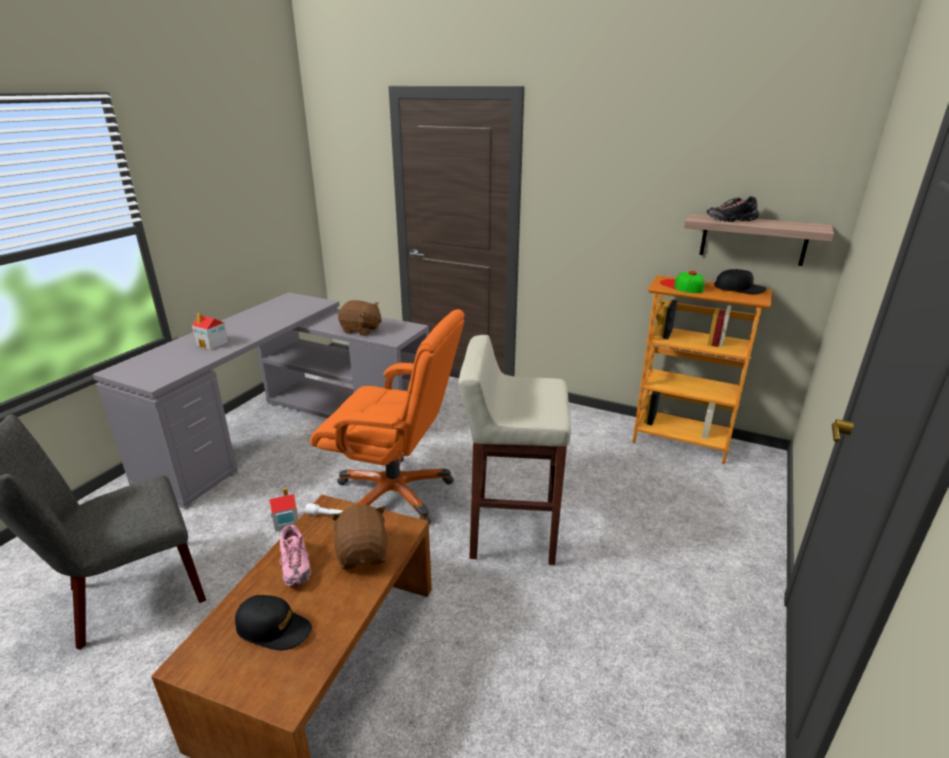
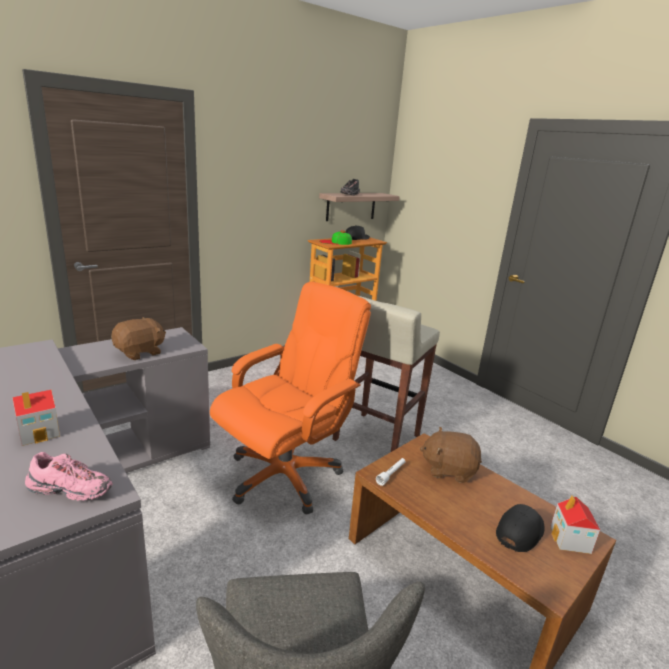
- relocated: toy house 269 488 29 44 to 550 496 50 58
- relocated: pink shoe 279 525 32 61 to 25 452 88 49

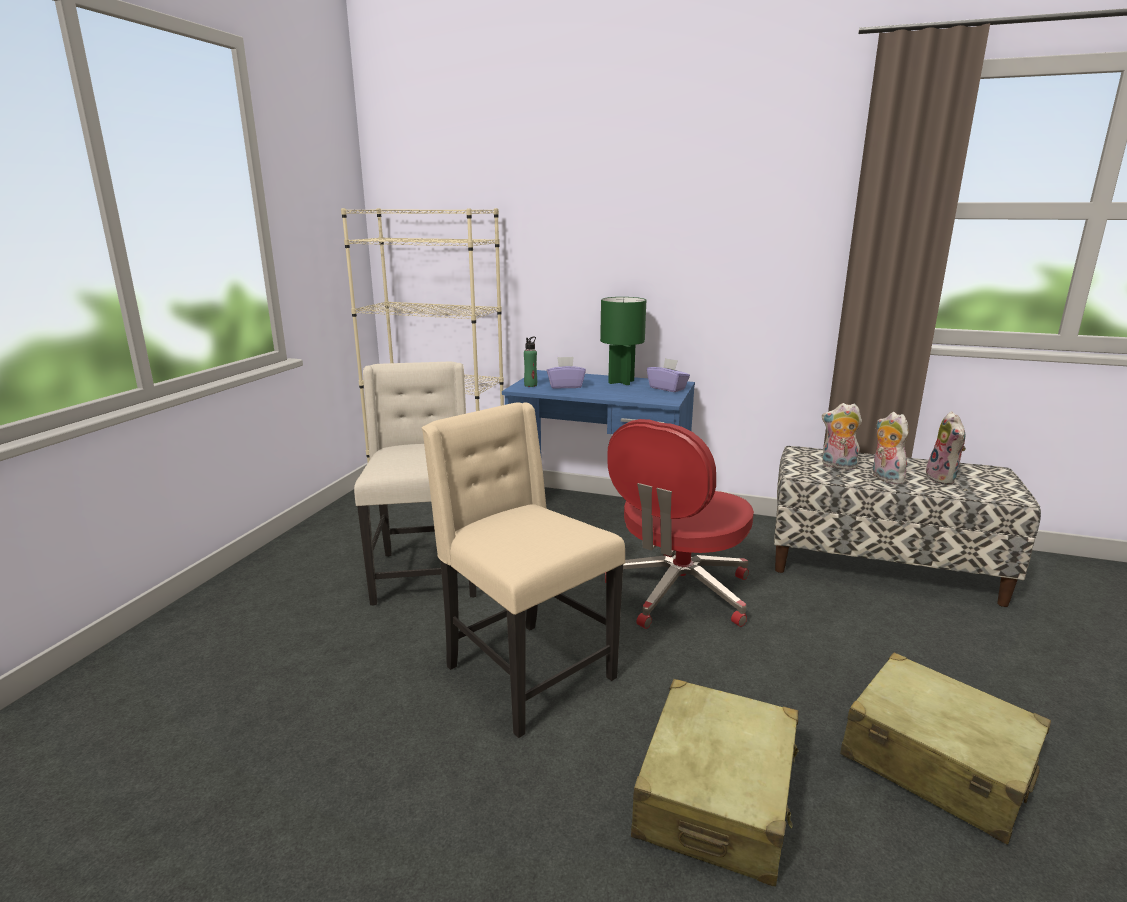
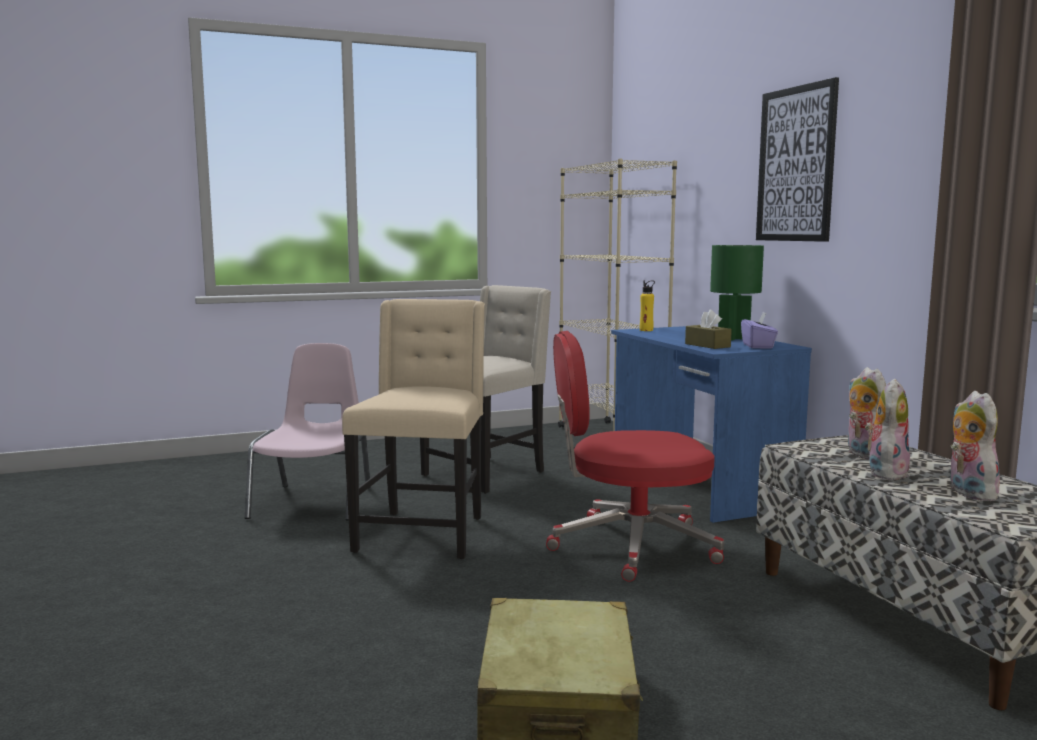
- colour: green bottle 524 337 13 50 to yellow bottle 640 280 15 51
- missing: purple tissue box 546 357 40 32
- spun: plush toy 926 411 40 74 = 950 391 50 110 120 degrees clockwise
- missing: beige suitcase 631 679 168 207
- appeared: picture 756 77 83 165
- appeared: brown tissue box 685 310 47 39
- appeared: pink chair 245 343 125 177

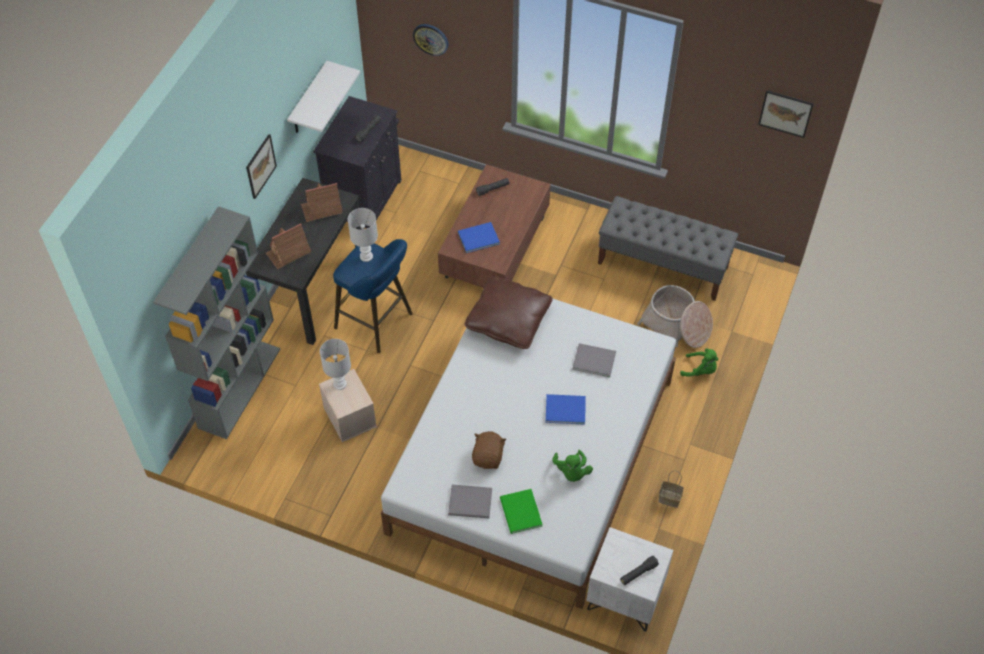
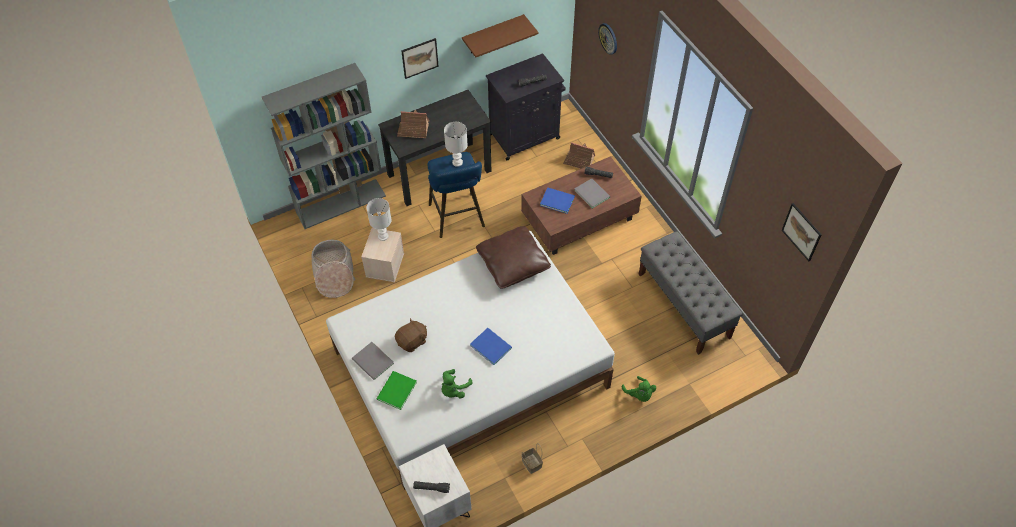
- colour: white shelf 287 61 73 72 to brown shelf 462 14 77 44
- relocated: toy house 301 183 42 39 to 563 142 32 27
- relocated: basket 637 285 76 63 to 311 240 45 58
- relocated: grey book 572 343 44 34 to 574 178 36 31

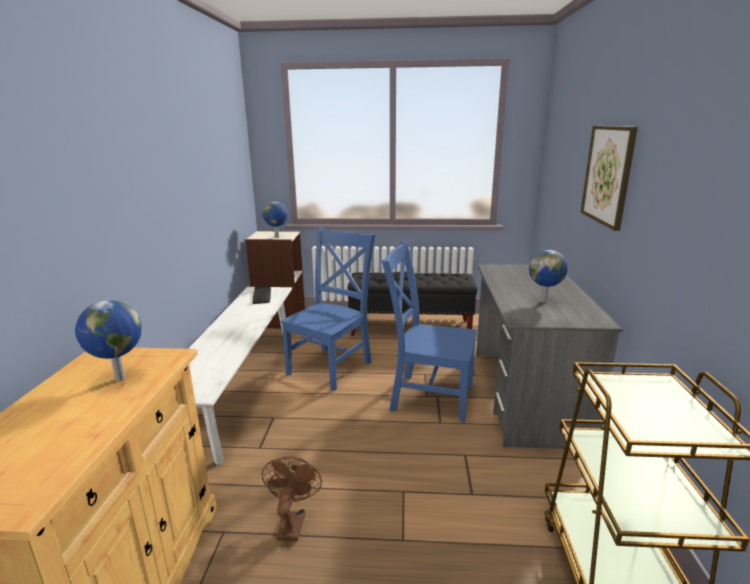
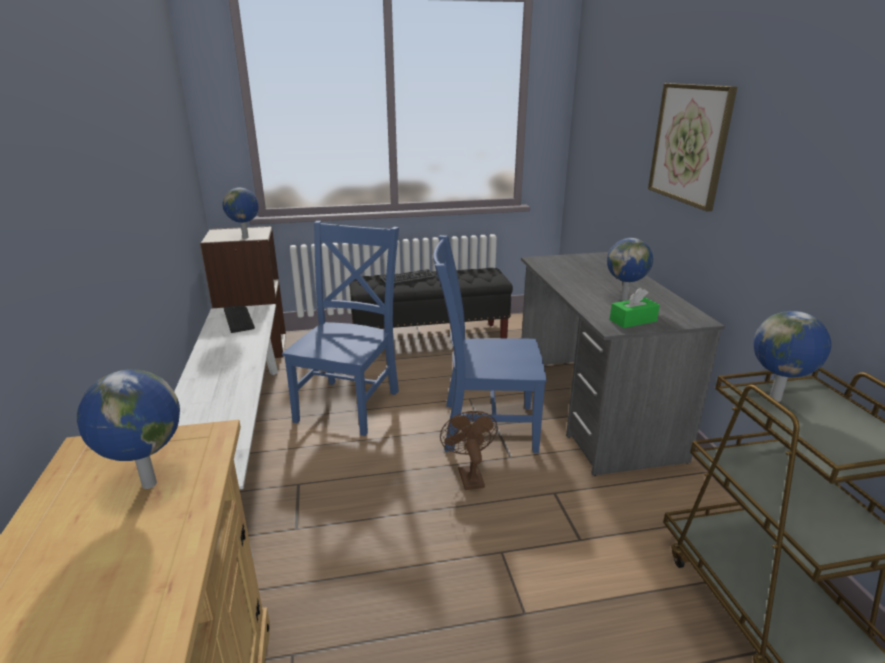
- relocated: brown fan 262 456 60 86 to 440 411 58 79
- appeared: green tissue box 610 288 50 40
- appeared: globe 753 311 78 91

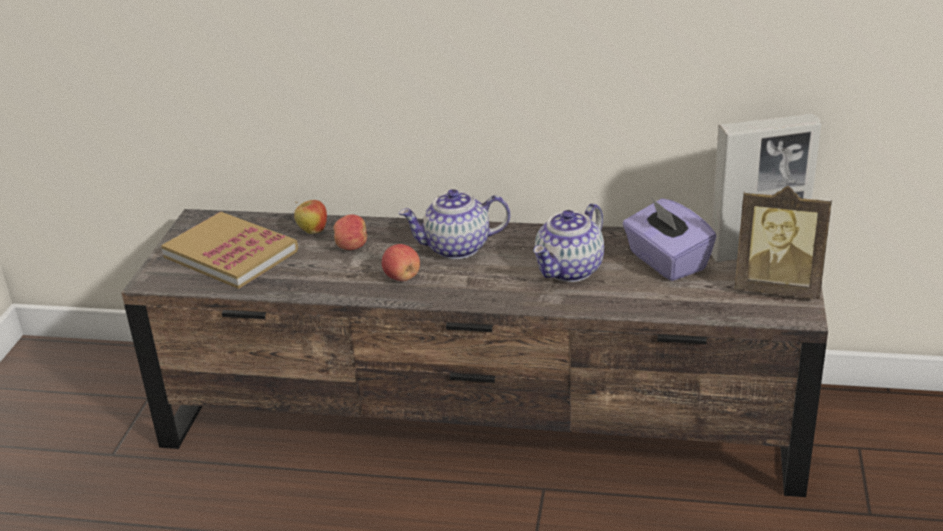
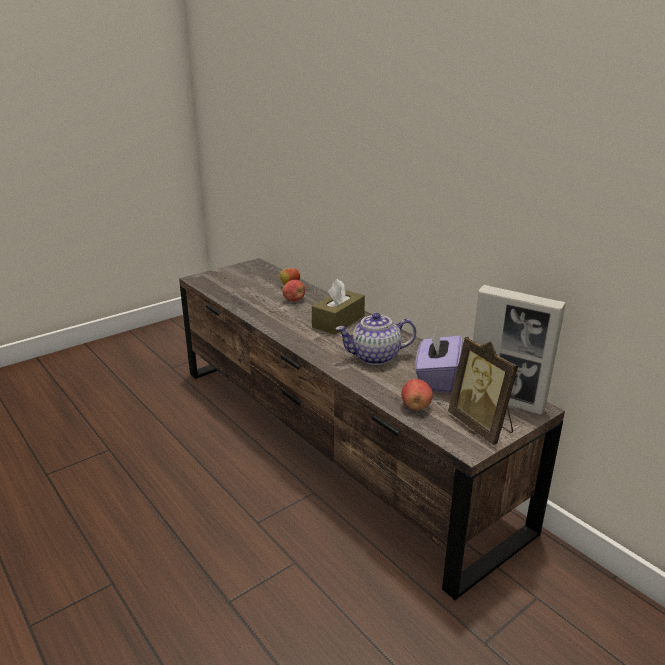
- exchanged: teapot 399 189 111 70 to brown tissue box 312 279 53 56
- missing: book 161 212 137 77
- relocated: apple 382 244 38 37 to 401 379 32 31

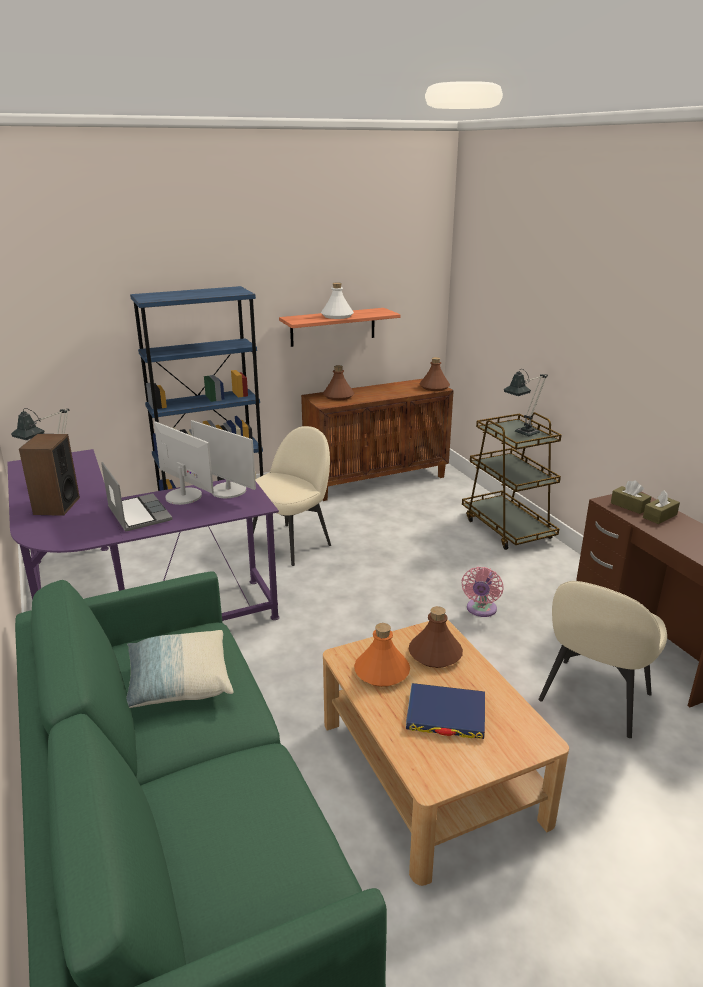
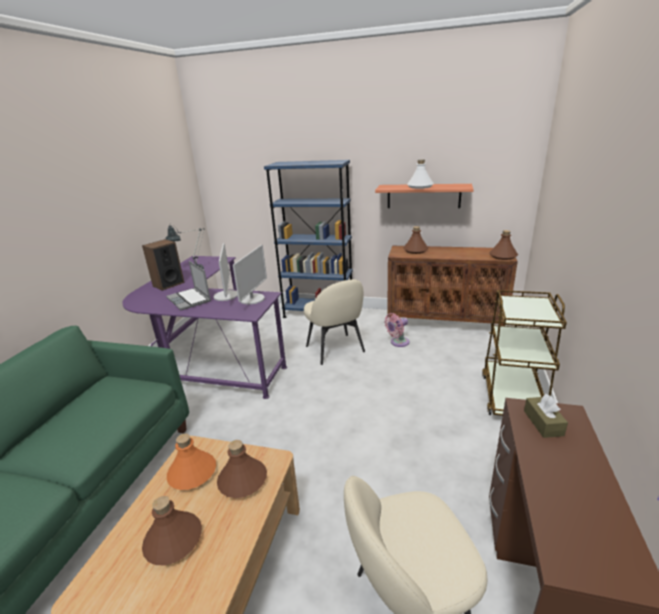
- missing: table lamp 504 369 44 67
- spun: monitor 191 420 65 78 = 233 245 34 60 150 degrees counterclockwise
- spun: beige chair 253 426 78 140 = 304 279 61 86 75 degrees clockwise
- spun: laptop 101 462 72 69 = 166 261 45 49 135 degrees clockwise
- missing: brown tissue box 643 490 37 34
- relocated: pink fan 462 567 41 50 to 384 313 25 34
- missing: pillow 126 630 107 78
- exchanged: blue book 406 683 79 56 to brown bottle 142 496 60 69

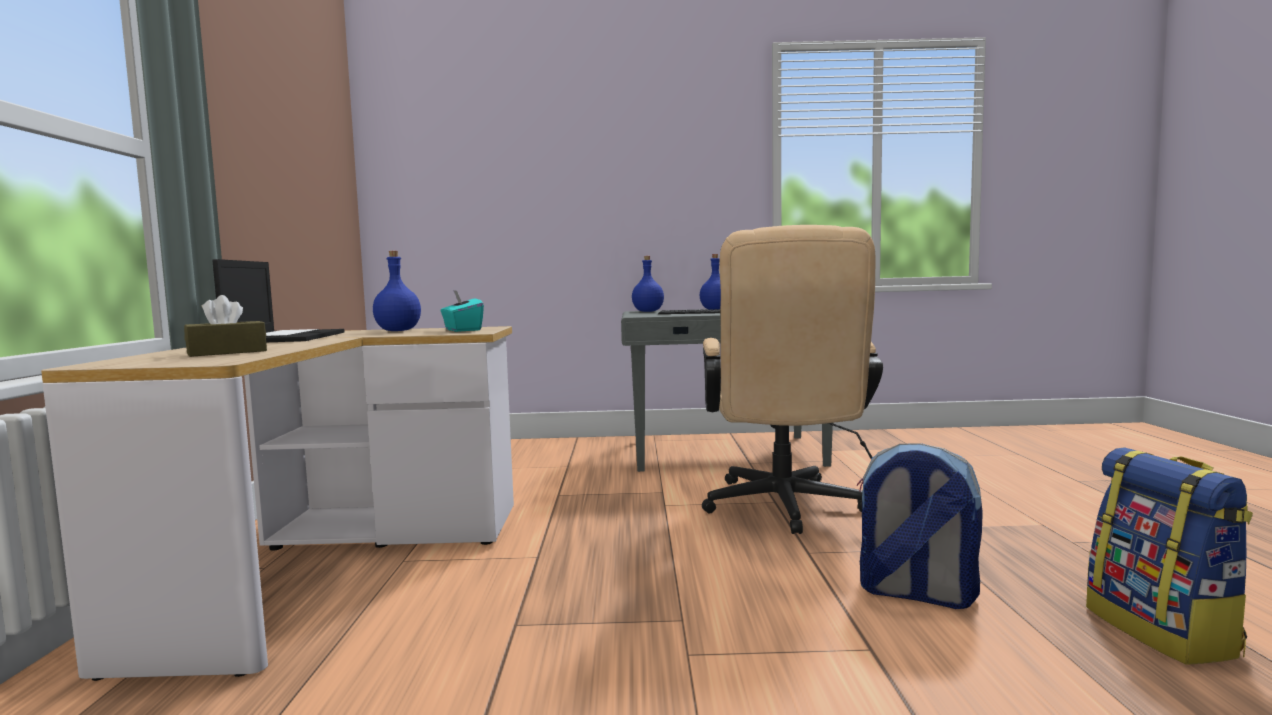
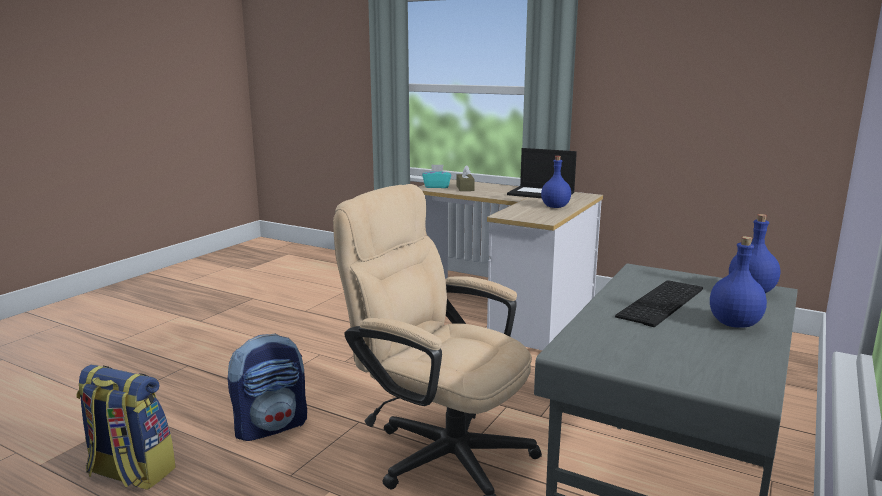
- relocated: turquoise tissue box 441 290 43 42 to 422 164 29 24

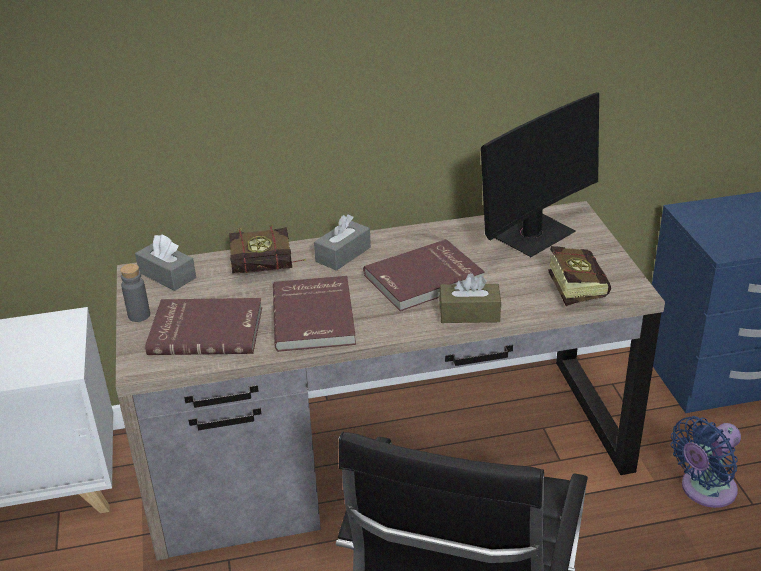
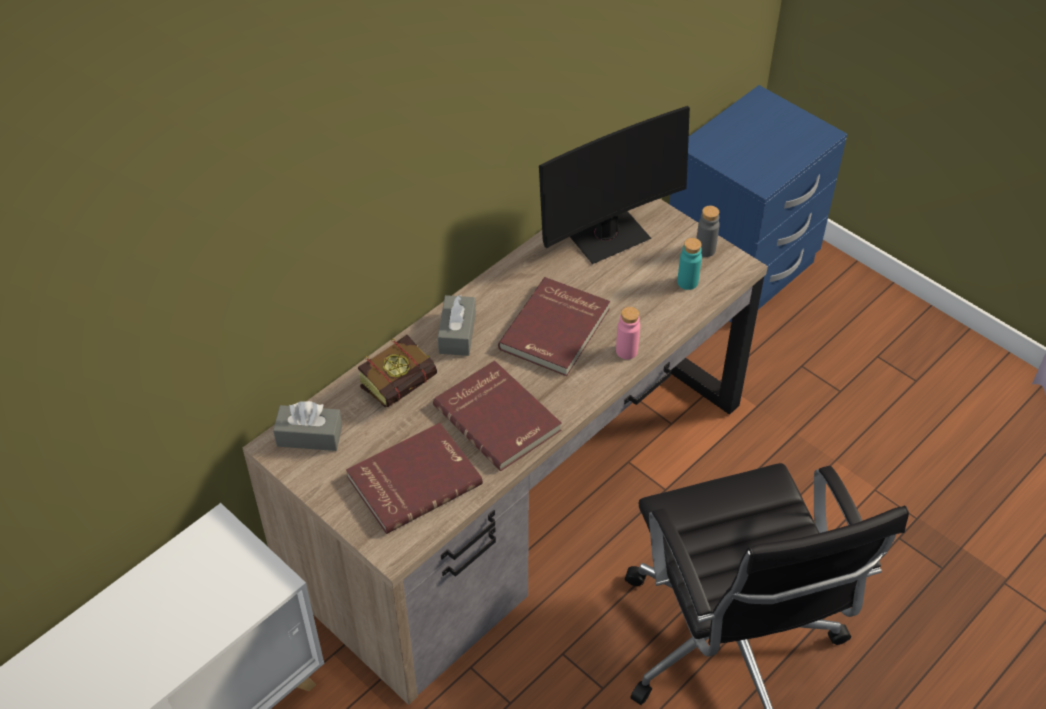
- spun: monitor 481 92 118 165 = 539 106 151 158 45 degrees clockwise
- exchanged: book 549 246 62 60 to turquoise bottle 677 238 25 52
- relocated: grey bottle 120 264 30 58 to 696 206 24 51
- exchanged: brown tissue box 439 273 62 50 to pink bottle 616 307 24 52
- missing: blue fan 671 416 70 92

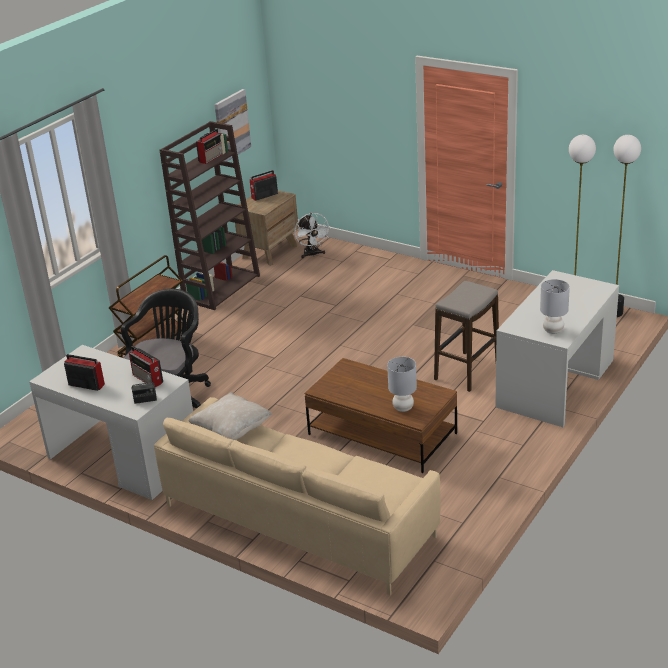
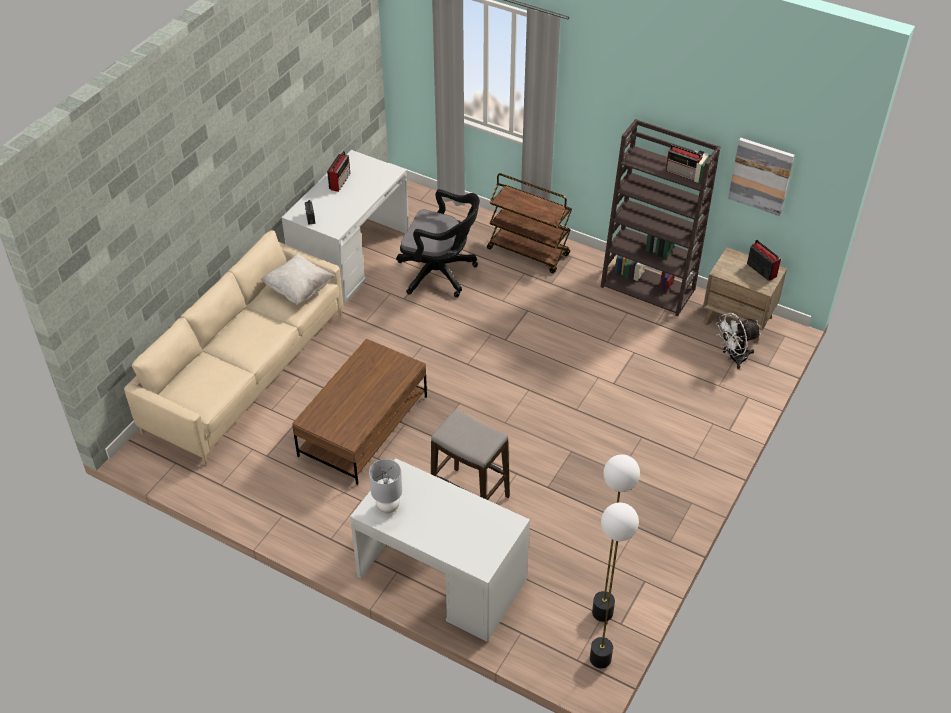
- missing: radio 129 346 34 41
- missing: grey table lamp 387 357 30 55

